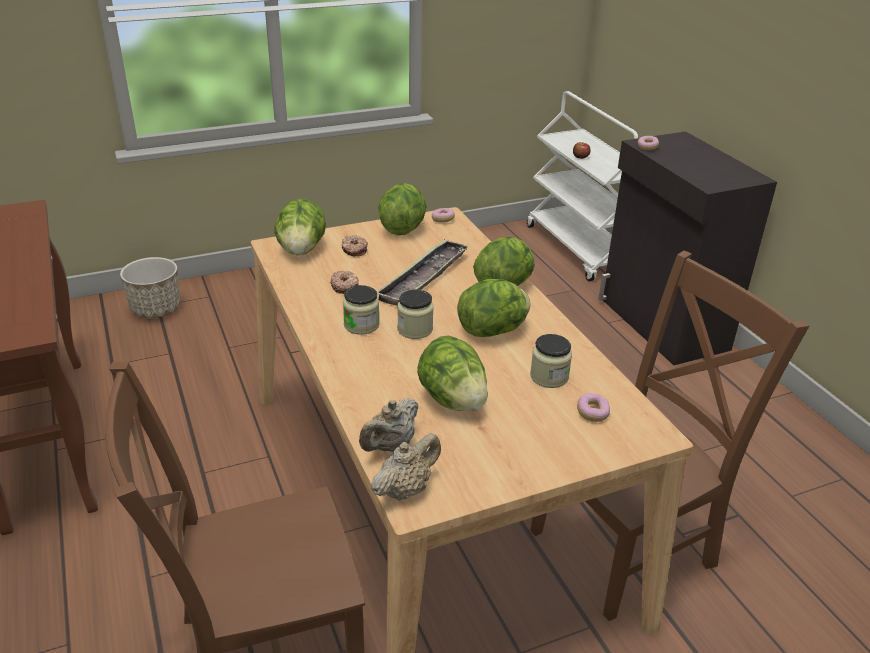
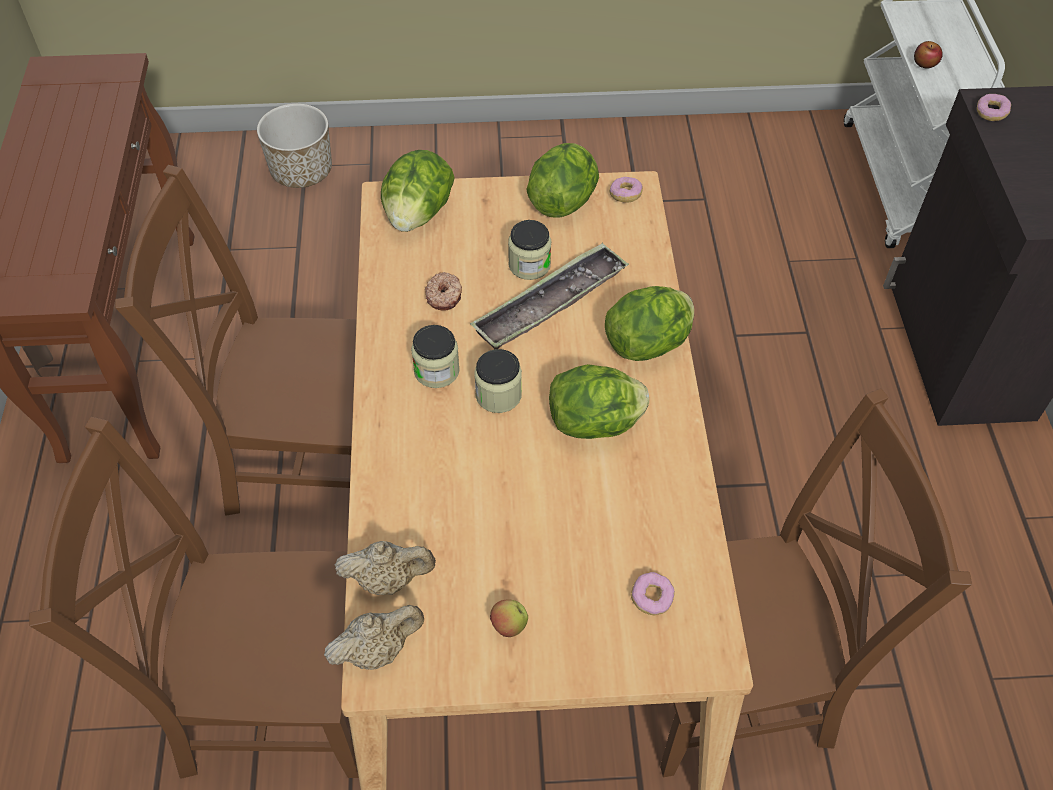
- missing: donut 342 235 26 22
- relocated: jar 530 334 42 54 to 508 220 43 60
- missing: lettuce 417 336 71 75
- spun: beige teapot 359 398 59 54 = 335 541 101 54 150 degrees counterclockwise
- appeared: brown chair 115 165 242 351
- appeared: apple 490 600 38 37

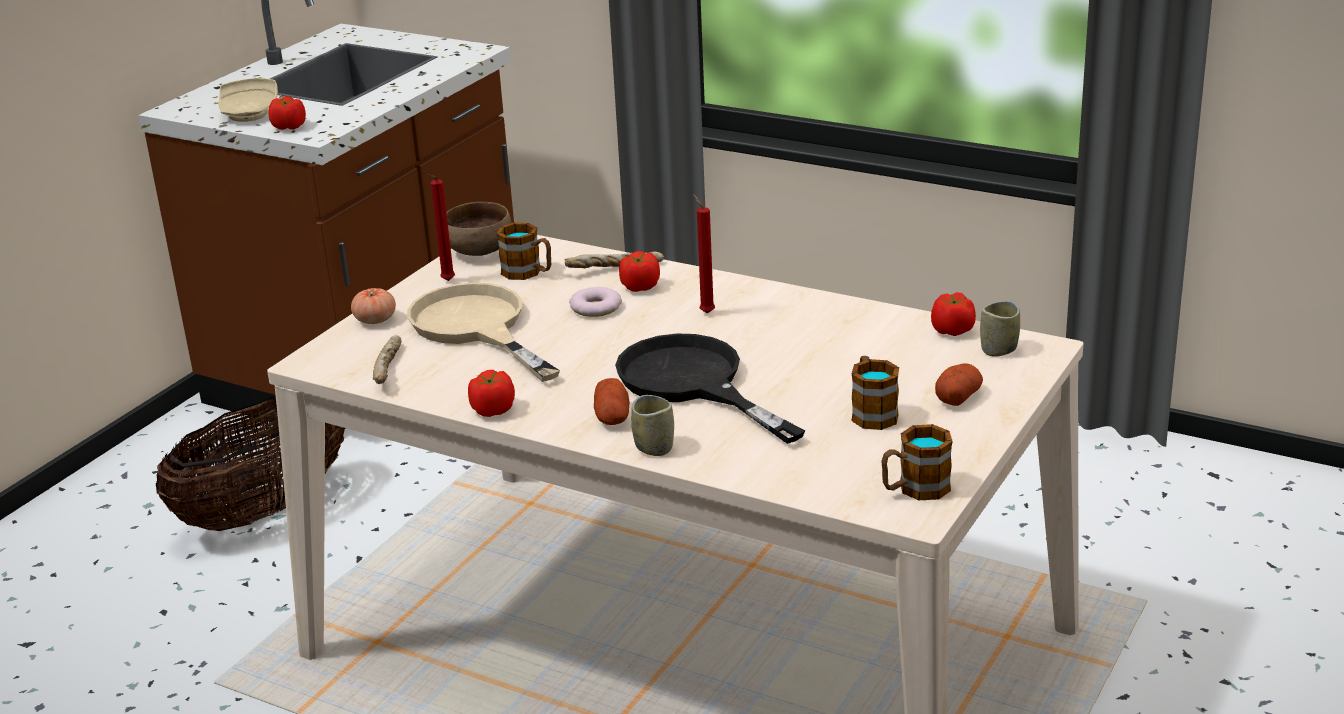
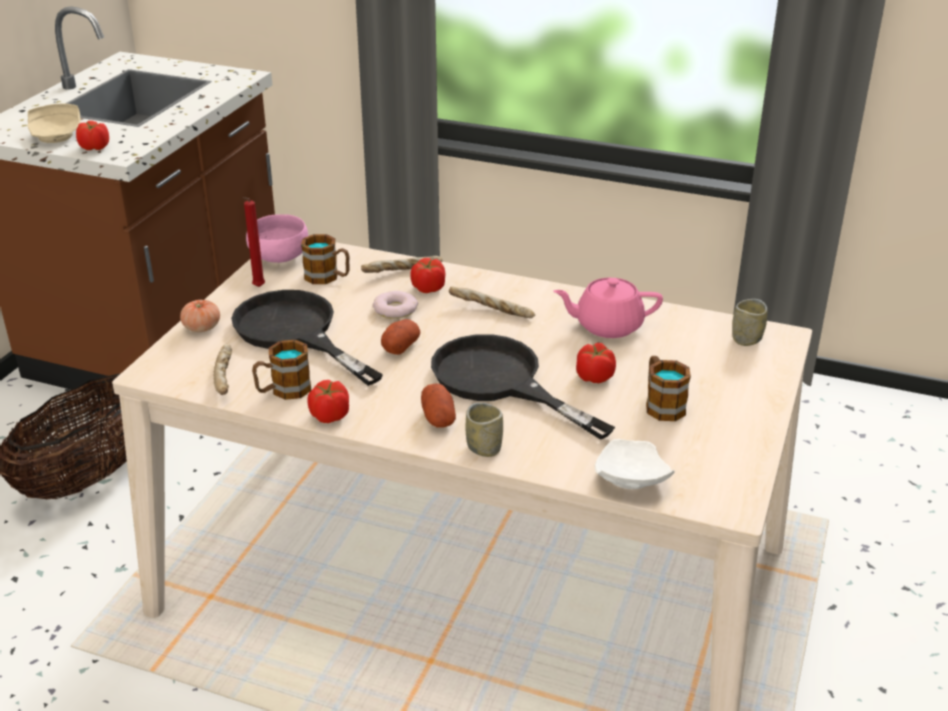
- exchanged: red candle 693 194 22 120 to bread 449 287 86 31
- colour: brown bowl 446 202 66 54 to pink bowl 246 214 62 49
- colour: beige frying pan 407 283 153 99 to black frying pan 231 290 152 96
- relocated: tomato 931 292 45 44 to 576 342 40 41
- relocated: potato 935 363 48 43 to 381 319 40 36
- relocated: mug 881 424 72 76 to 252 340 59 60
- appeared: pink teapot 553 278 110 60
- appeared: white plate 595 439 80 50

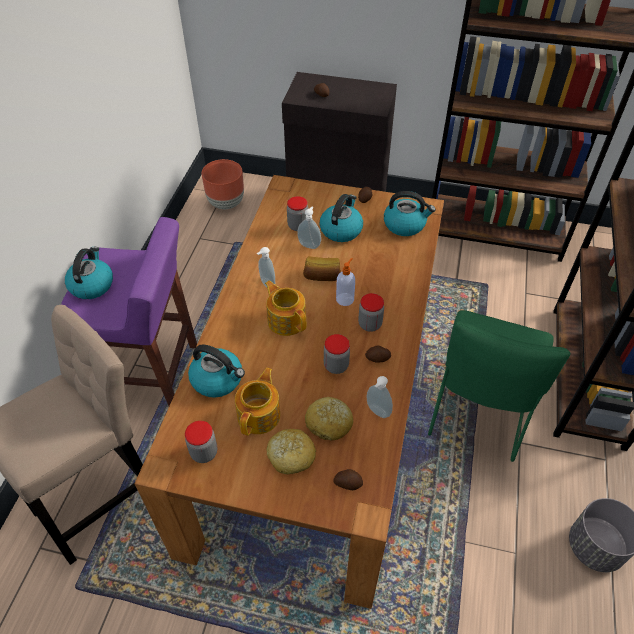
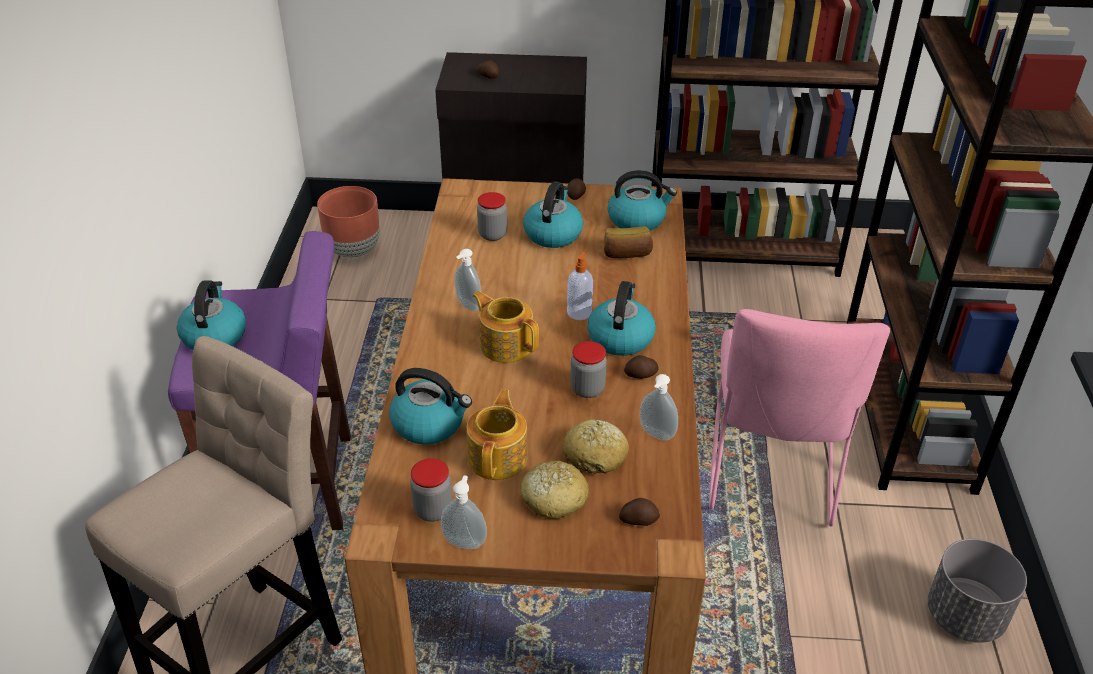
- relocated: soap dispenser 297 206 24 43 to 441 476 46 73
- relocated: bread 303 256 38 25 to 604 226 49 32
- exchanged: jar 358 293 26 39 to kettle 588 281 68 75
- colour: green chair 428 310 143 152 to pink chair 709 309 181 218

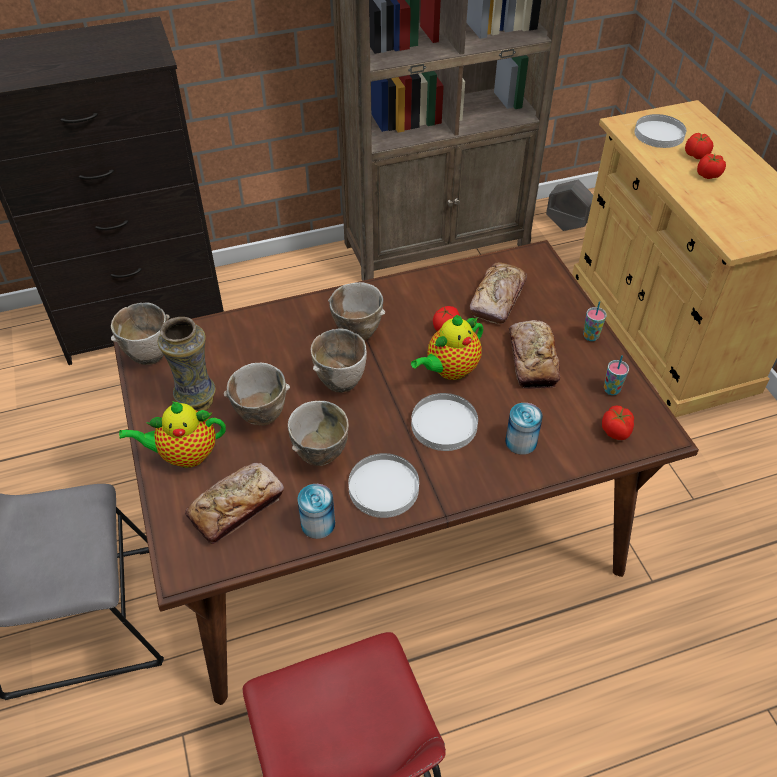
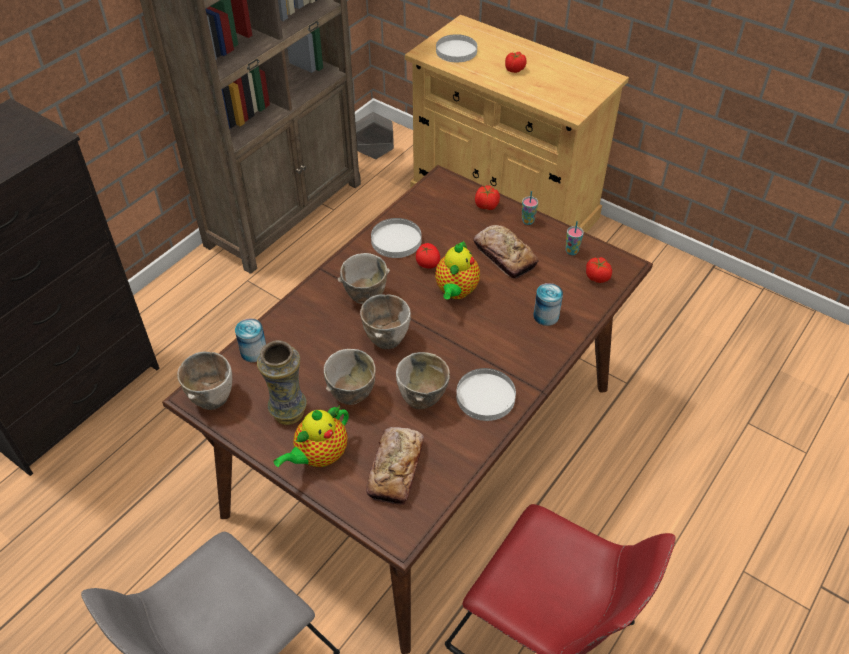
- relocated: tomato 685 133 28 26 to 475 185 25 25
- missing: bread 470 262 57 62
- relocated: white plate 411 393 67 58 to 371 218 51 40
- relocated: can 298 484 37 55 to 235 318 31 44

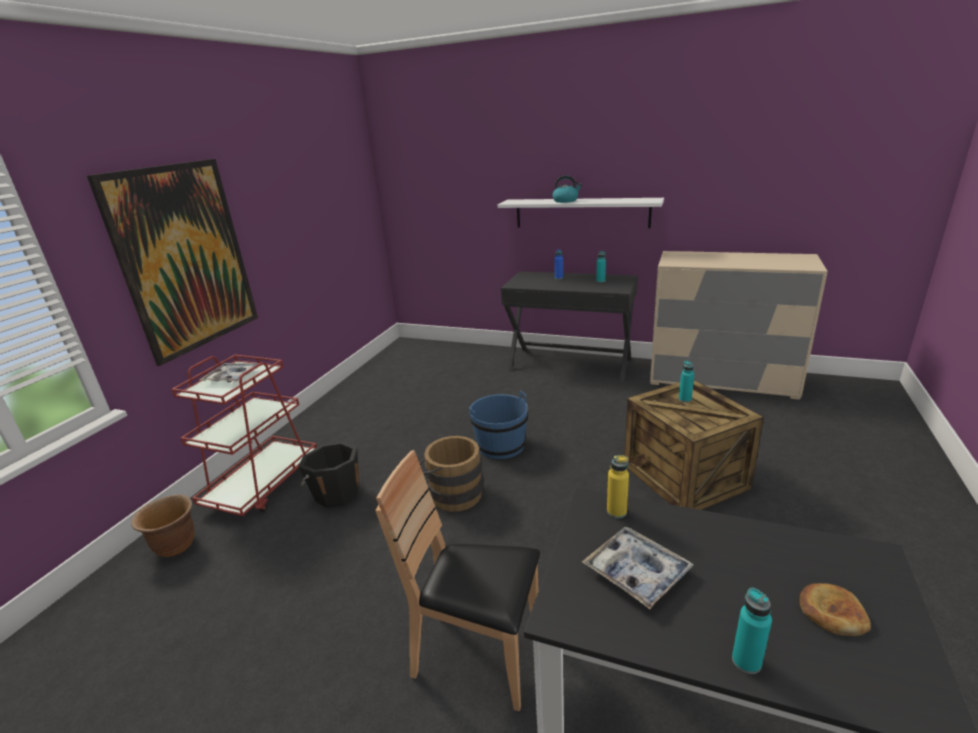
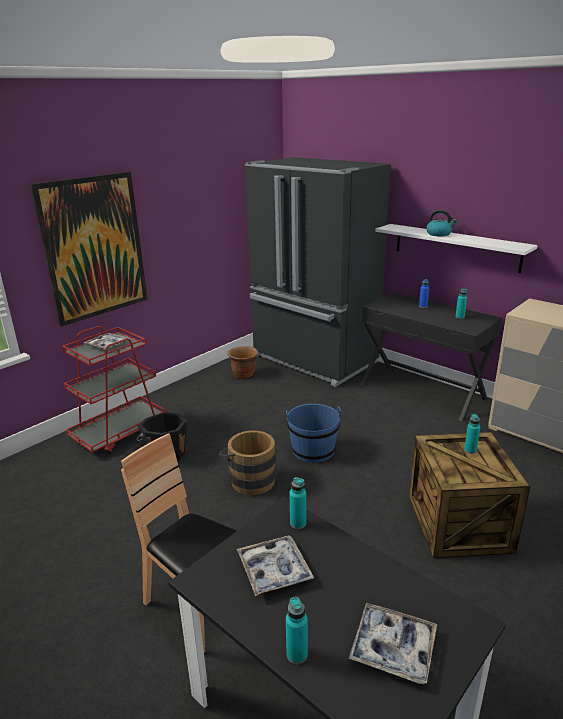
- colour: yellow bottle 607 455 22 63 to turquoise bottle 290 477 16 52
- relocated: brown planter 131 495 64 62 to 227 346 31 33
- exchanged: bread 800 583 71 53 to tray 348 603 89 82
- appeared: black fridge 245 157 146 230

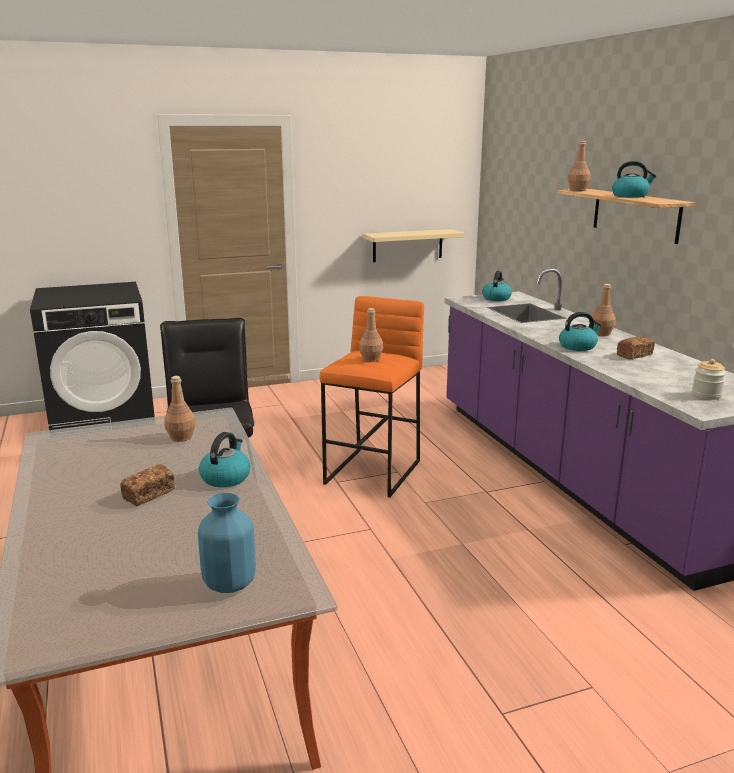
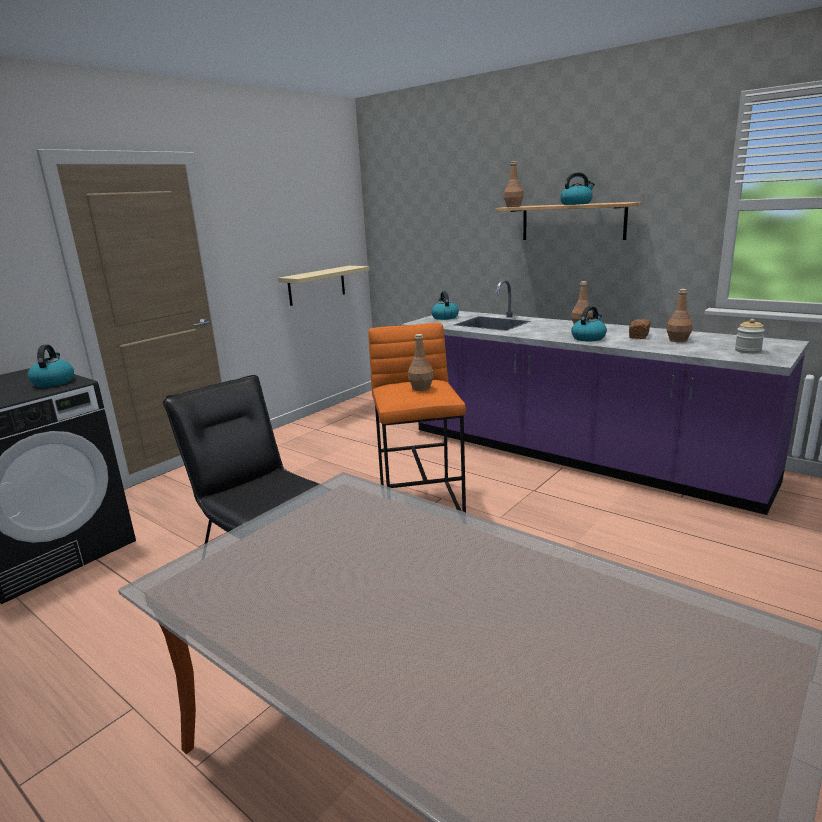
- relocated: brown bottle 164 376 32 66 to 666 289 27 53
- relocated: kettle 199 432 52 55 to 28 344 46 43
- missing: bread 120 464 55 42
- missing: blue vase 198 493 58 100

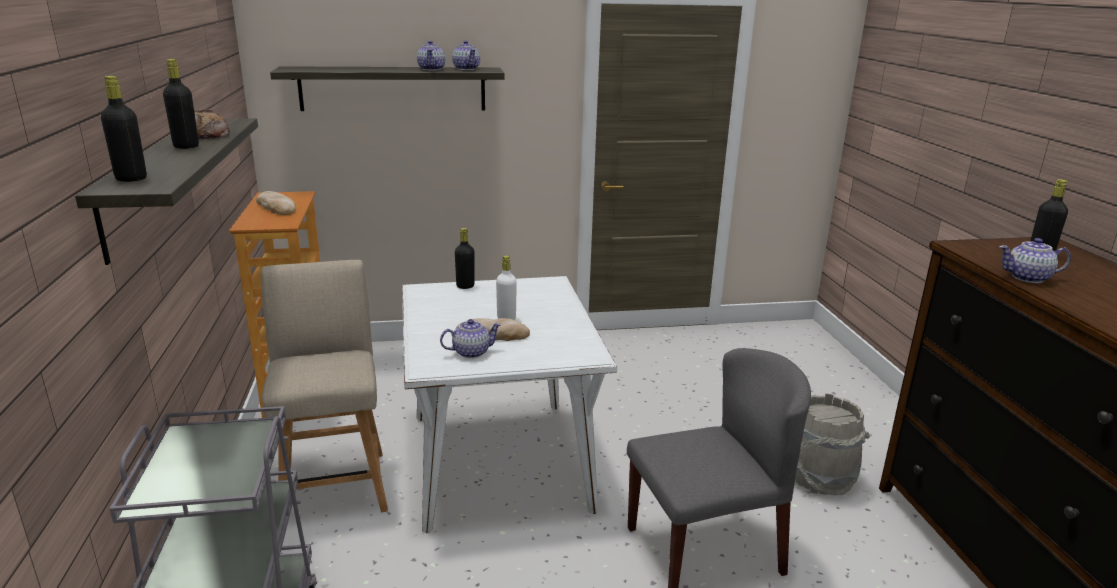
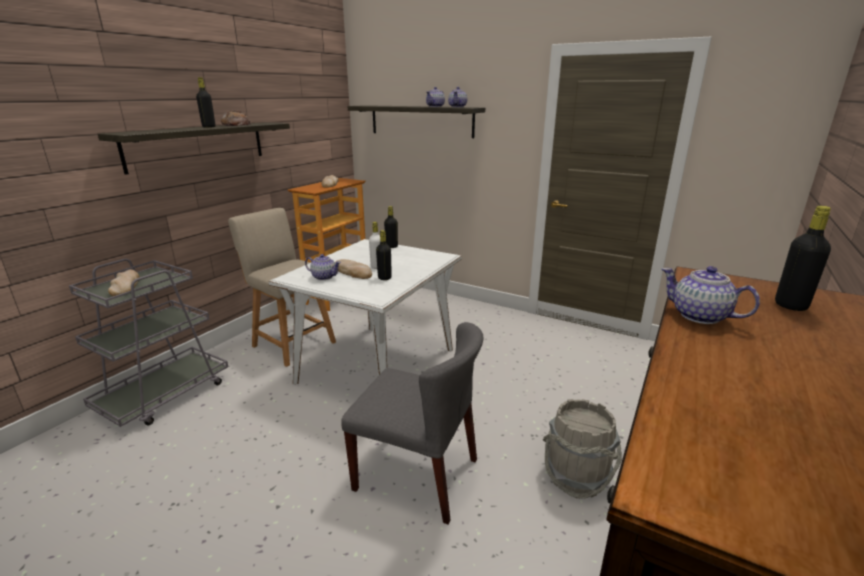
- relocated: black bottle 101 76 46 106 to 376 230 16 50
- spun: beige chair 261 260 127 252 = 228 208 108 159 75 degrees counterclockwise
- appeared: bread 108 269 32 27

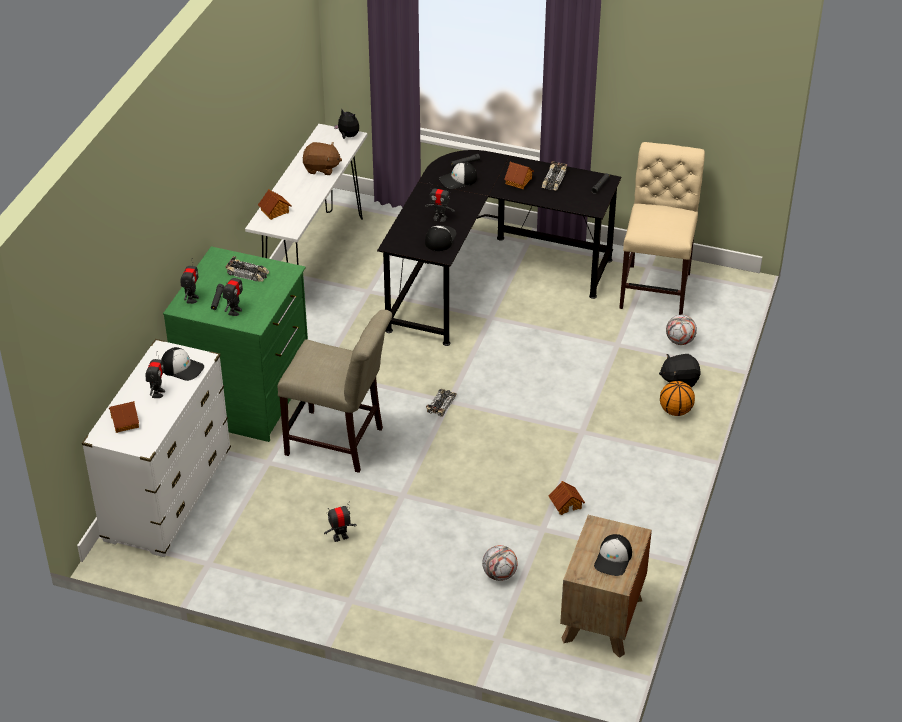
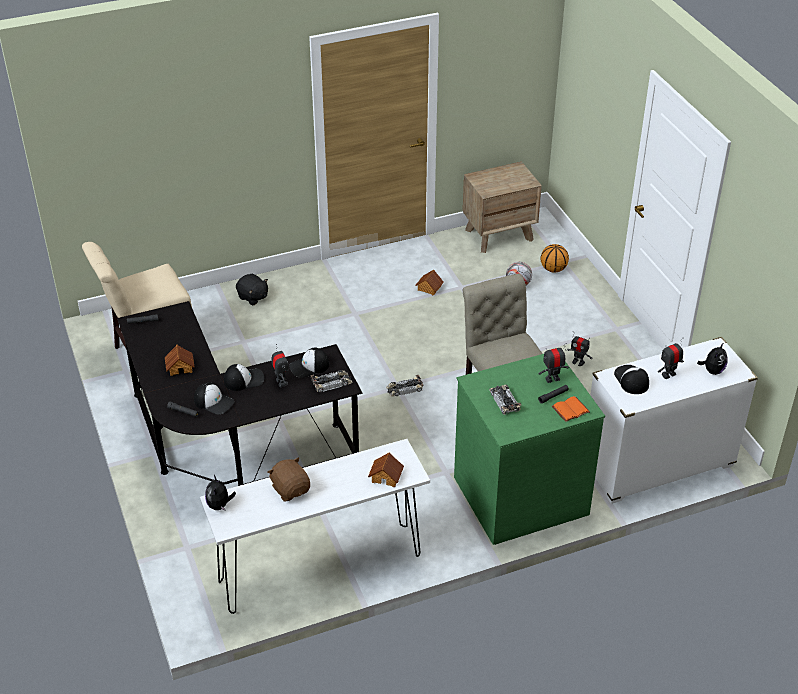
- relocated: toy car 542 161 25 30 to 310 370 43 23
- exchanged: toy robot 181 266 18 38 to orange book 552 396 38 26
- missing: football 666 315 31 30
- relocated: basketball 660 381 35 35 to 541 244 28 28
- exchanged: toy house 109 401 30 32 to plush toy 697 343 31 32
- relocated: cap 594 534 38 42 to 224 364 40 27

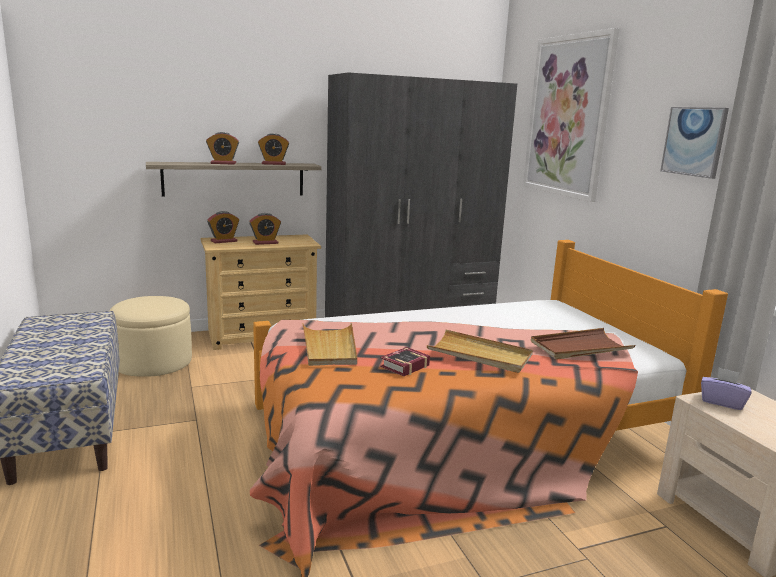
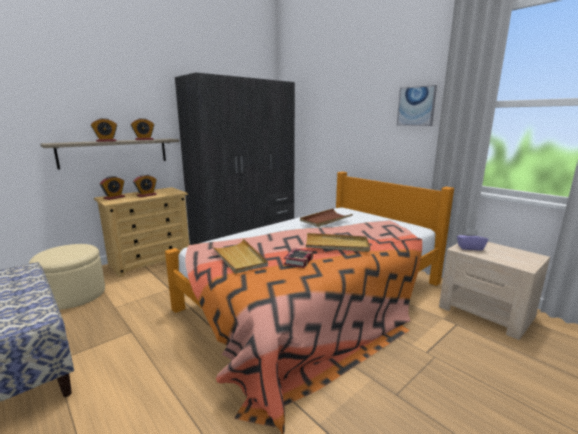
- missing: picture 523 28 97 174
- relocated: brown tray 531 328 105 32 to 300 208 53 19

